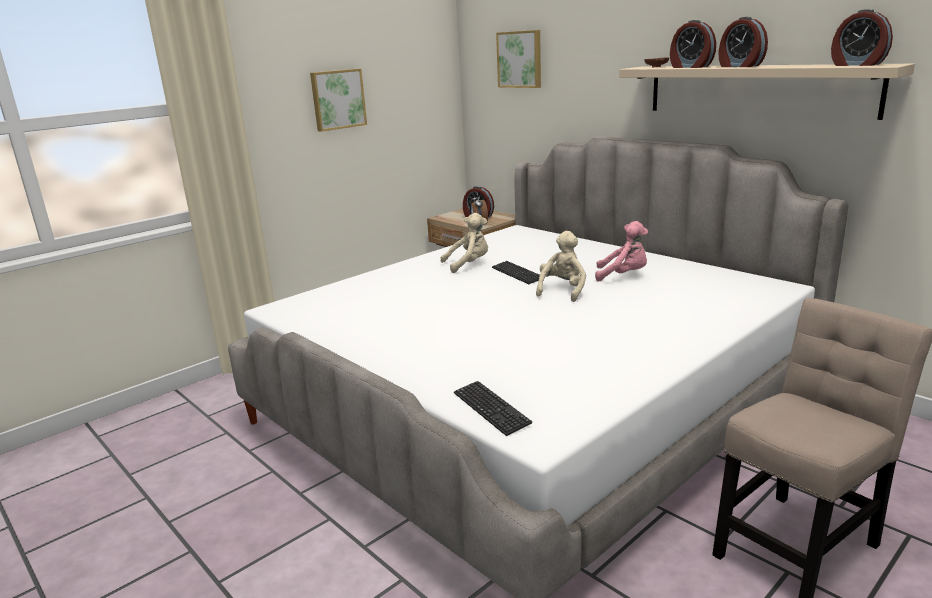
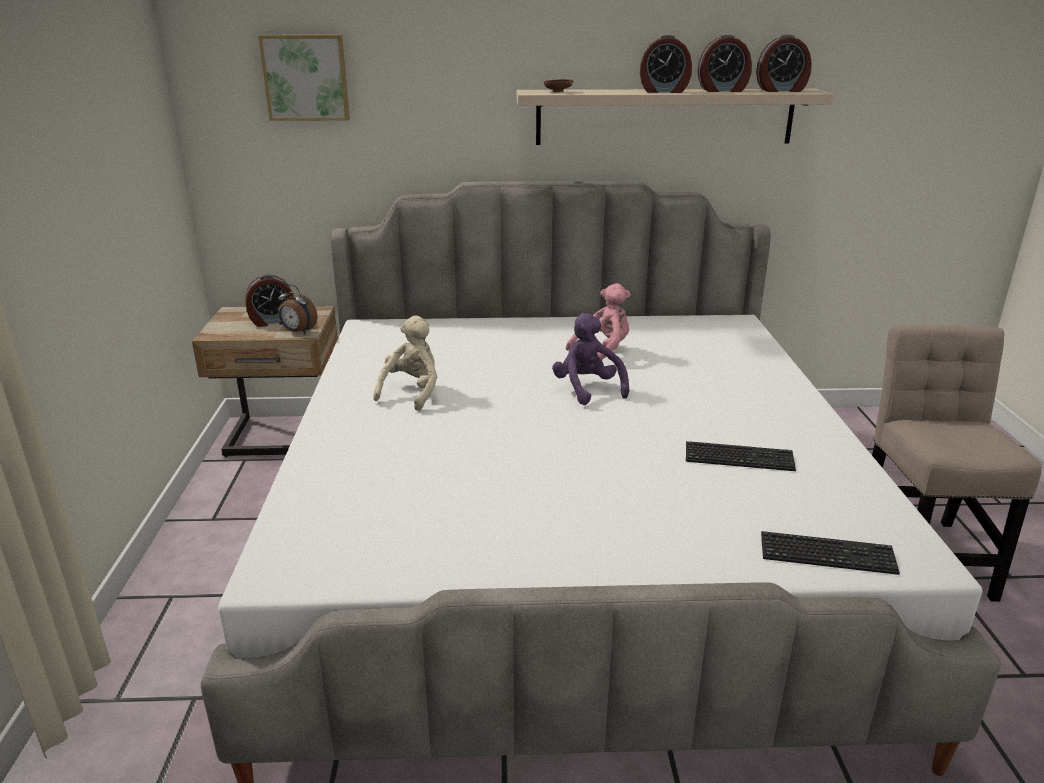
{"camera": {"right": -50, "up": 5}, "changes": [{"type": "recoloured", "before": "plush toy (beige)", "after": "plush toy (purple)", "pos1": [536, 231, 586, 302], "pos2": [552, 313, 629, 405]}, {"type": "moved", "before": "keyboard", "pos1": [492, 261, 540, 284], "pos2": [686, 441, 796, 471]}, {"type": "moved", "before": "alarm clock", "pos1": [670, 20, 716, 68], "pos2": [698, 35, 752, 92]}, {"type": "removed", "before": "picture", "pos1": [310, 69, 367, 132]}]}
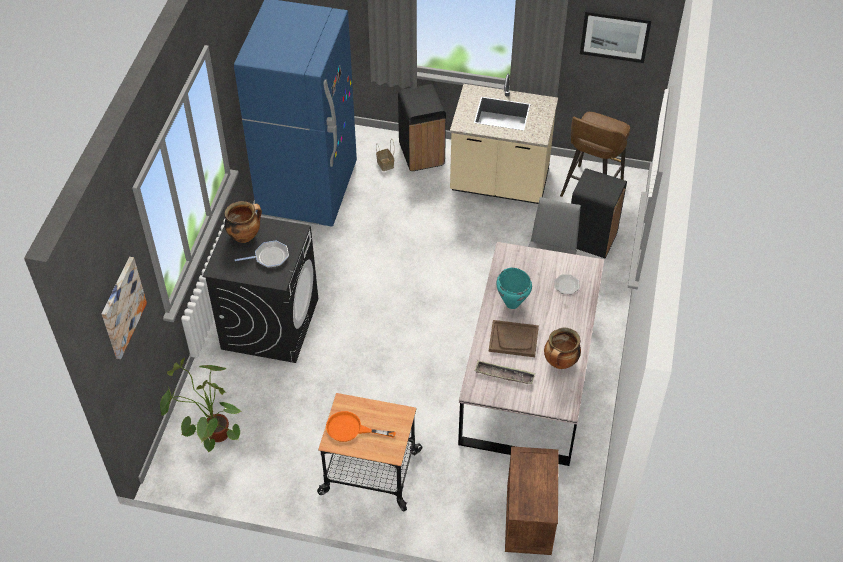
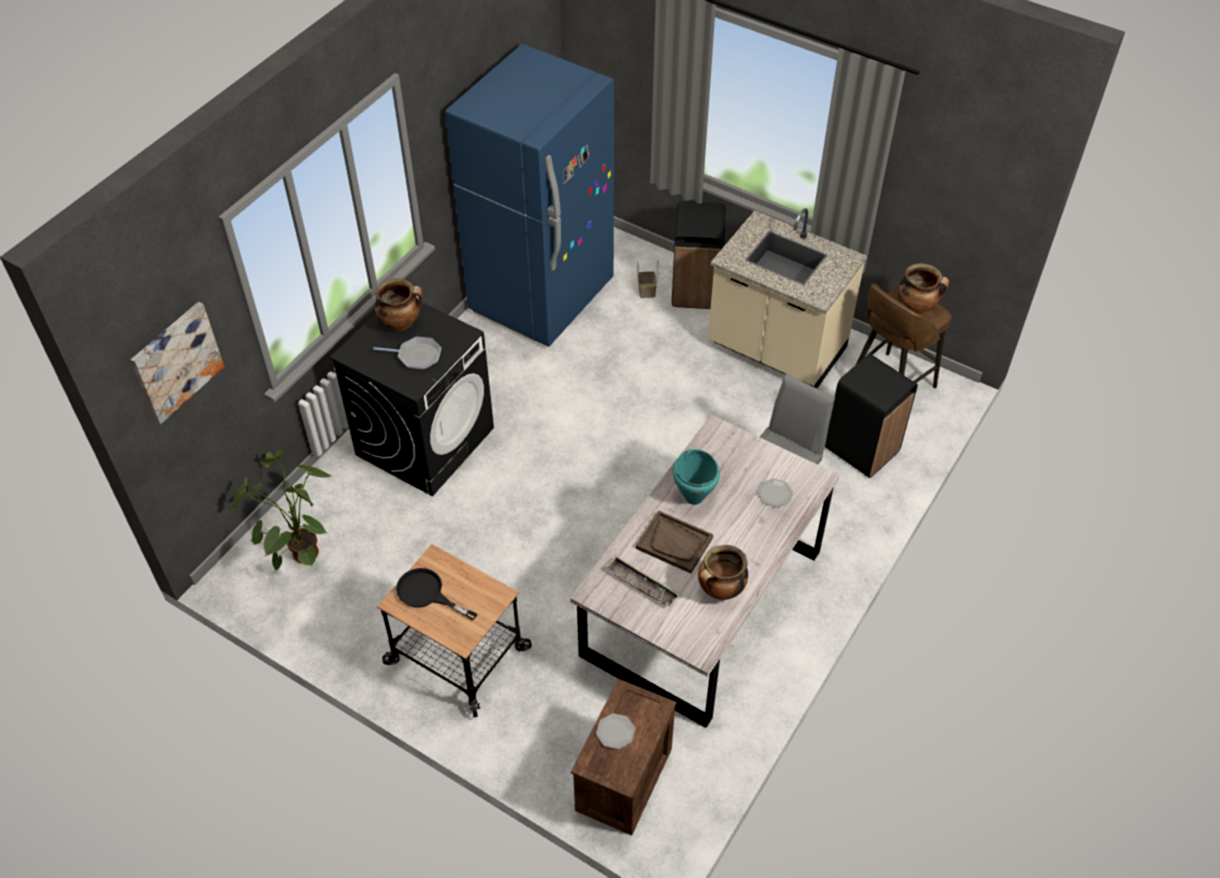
{"camera": {"right": 20, "up": 0}, "changes": [{"type": "recoloured", "before": "frying pan (orange)", "after": "frying pan (black)", "pos1": [326, 411, 396, 442], "pos2": [396, 568, 477, 620]}, {"type": "added", "after": "plate", "pos2": [596, 713, 635, 749]}, {"type": "added", "after": "cooking pot", "pos2": [898, 263, 949, 314]}, {"type": "removed", "before": "picture", "pos1": [580, 10, 652, 63]}]}
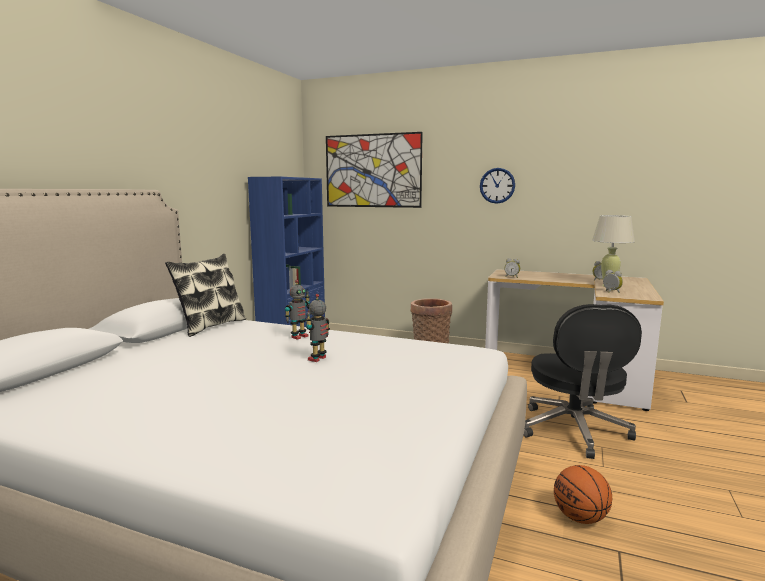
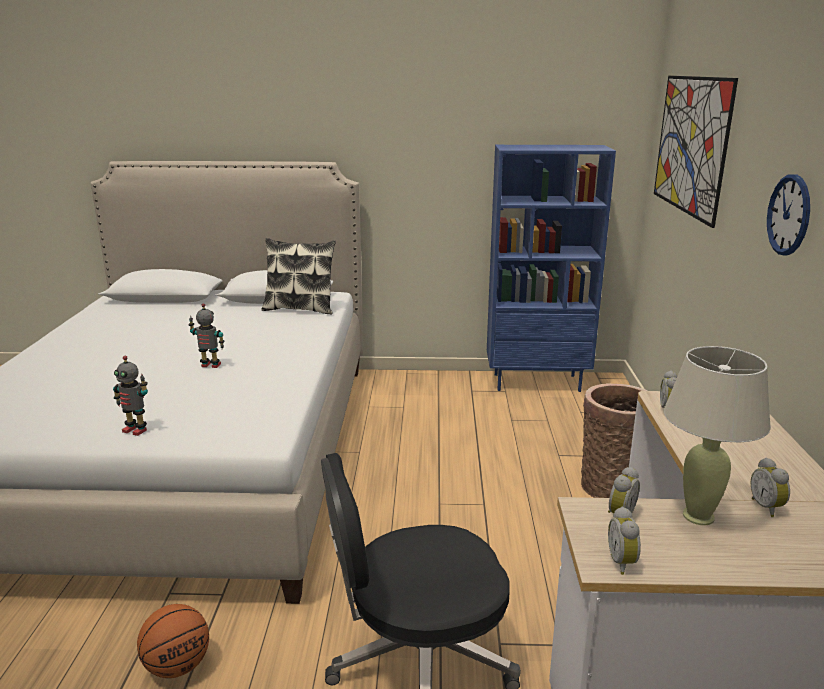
{"camera": {"right": 70, "up": 10}, "changes": [{"type": "moved", "before": "toy robot", "pos1": [285, 280, 310, 340], "pos2": [113, 356, 148, 436]}, {"type": "added", "after": "alarm clock", "pos2": [608, 506, 641, 575]}]}
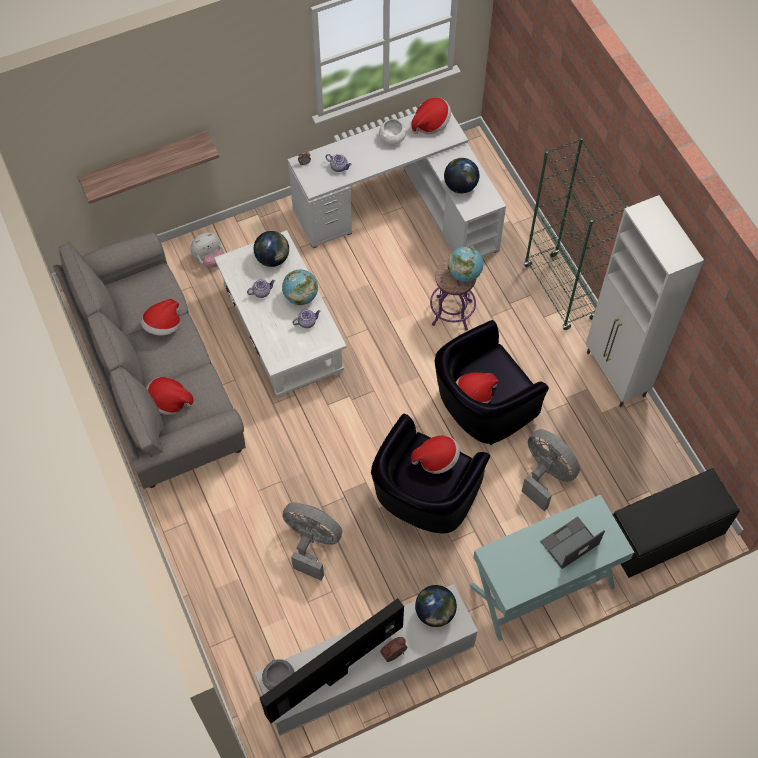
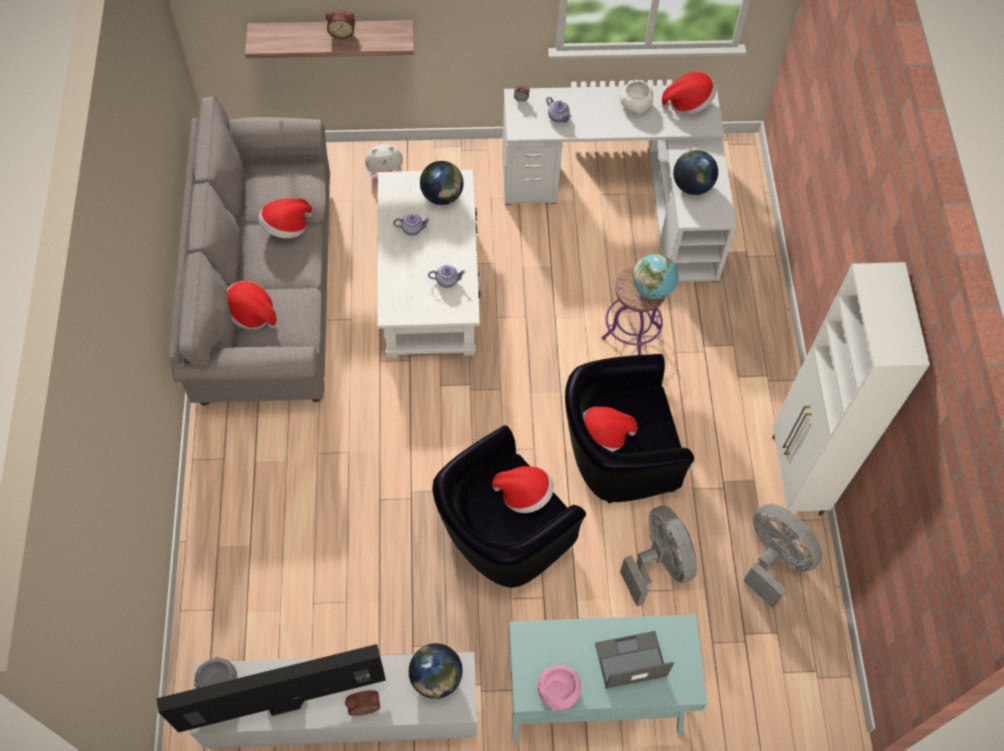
{"camera": {"right": 20, "up": 0}, "changes": [{"type": "added", "after": "alarm clock", "pos2": [326, 10, 355, 39]}, {"type": "added", "after": "bowl (pink)", "pos2": [537, 665, 581, 711]}, {"type": "moved", "before": "fan (grey)", "pos1": [283, 503, 342, 581], "pos2": [743, 504, 822, 608]}, {"type": "removed", "before": "globe", "pos1": [282, 269, 318, 305]}, {"type": "removed", "before": "bookcase (green)", "pos1": [524, 138, 629, 331]}, {"type": "removed", "before": "bench (black)", "pos1": [612, 468, 740, 578]}]}
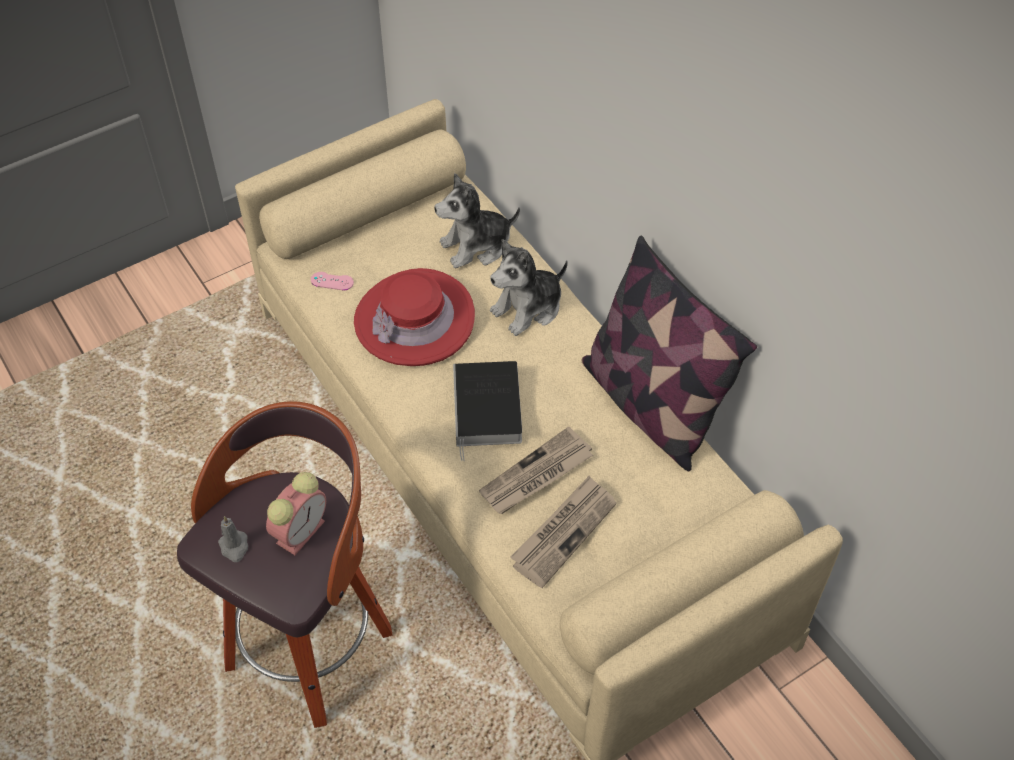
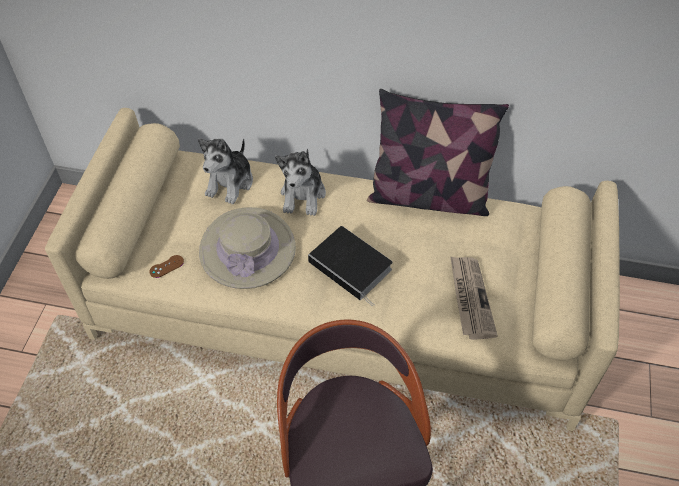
{"camera": {"right": -45, "up": 0}, "changes": [{"type": "recoloured", "before": "game controller (pink)", "after": "game controller (brown)", "pos1": [311, 272, 354, 290], "pos2": [149, 255, 184, 278]}, {"type": "recoloured", "before": "hat (red)", "after": "hat (beige)", "pos1": [354, 268, 475, 366], "pos2": [199, 207, 296, 289]}, {"type": "removed", "before": "candle (grey)", "pos1": [218, 516, 248, 562]}, {"type": "removed", "before": "alarm clock", "pos1": [266, 472, 326, 555]}, {"type": "removed", "before": "newspaper", "pos1": [479, 427, 593, 514]}]}
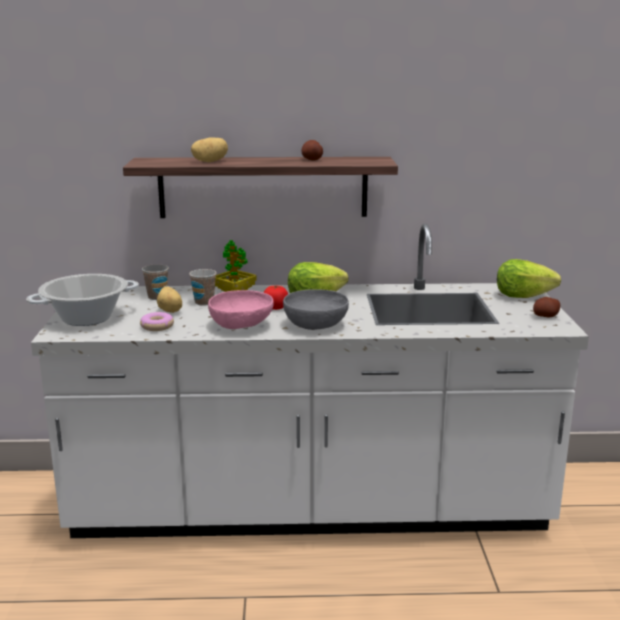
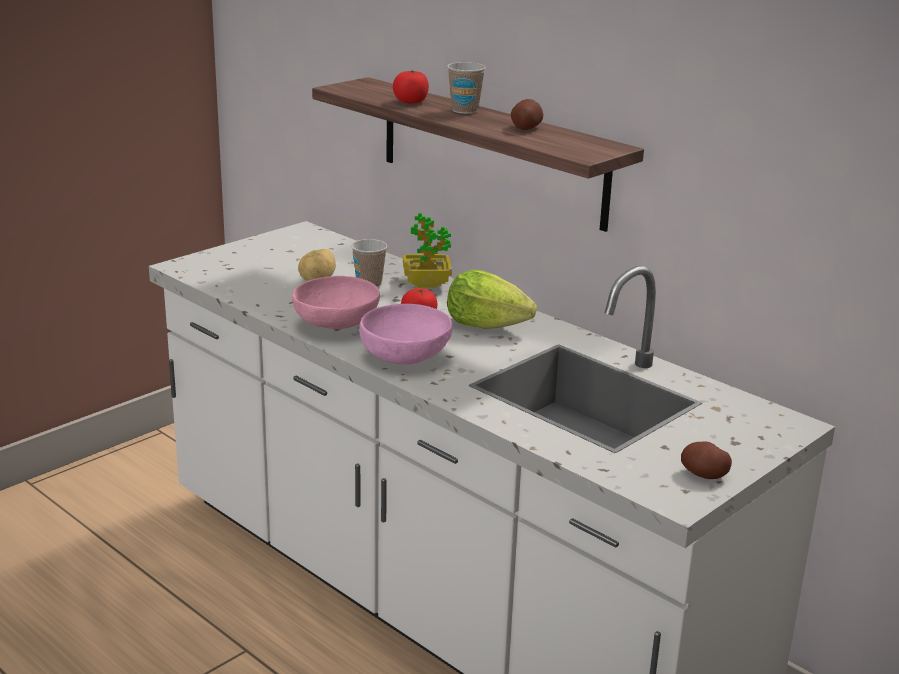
{"camera": {"right": 45, "up": 5}, "changes": [{"type": "recoloured", "before": "bowl (grey)", "after": "bowl (pink)", "pos1": [283, 289, 349, 330], "pos2": [359, 304, 453, 365]}, {"type": "replaced", "before": "potato", "after": "tomato", "pos1": [191, 137, 228, 162], "pos2": [393, 70, 429, 104]}, {"type": "moved", "before": "cup", "pos1": [142, 264, 169, 300], "pos2": [447, 62, 486, 114]}, {"type": "removed", "before": "cooking pot", "pos1": [26, 274, 139, 326]}, {"type": "removed", "before": "donut", "pos1": [140, 312, 174, 331]}, {"type": "removed", "before": "lettuce", "pos1": [497, 259, 561, 298]}]}
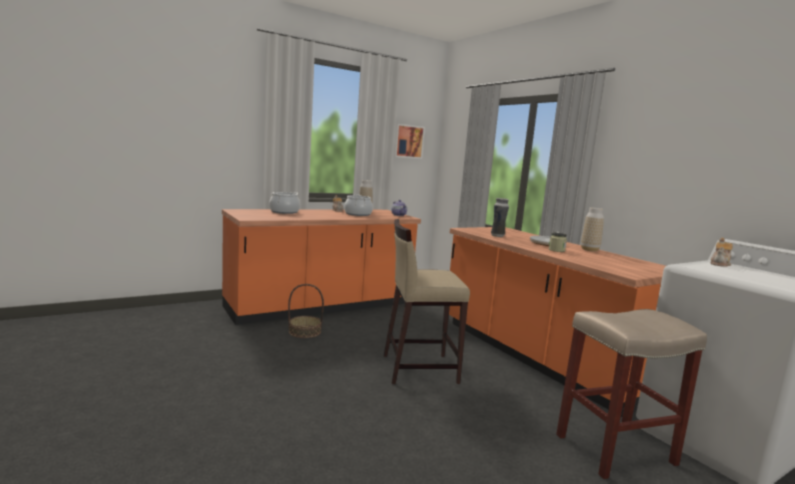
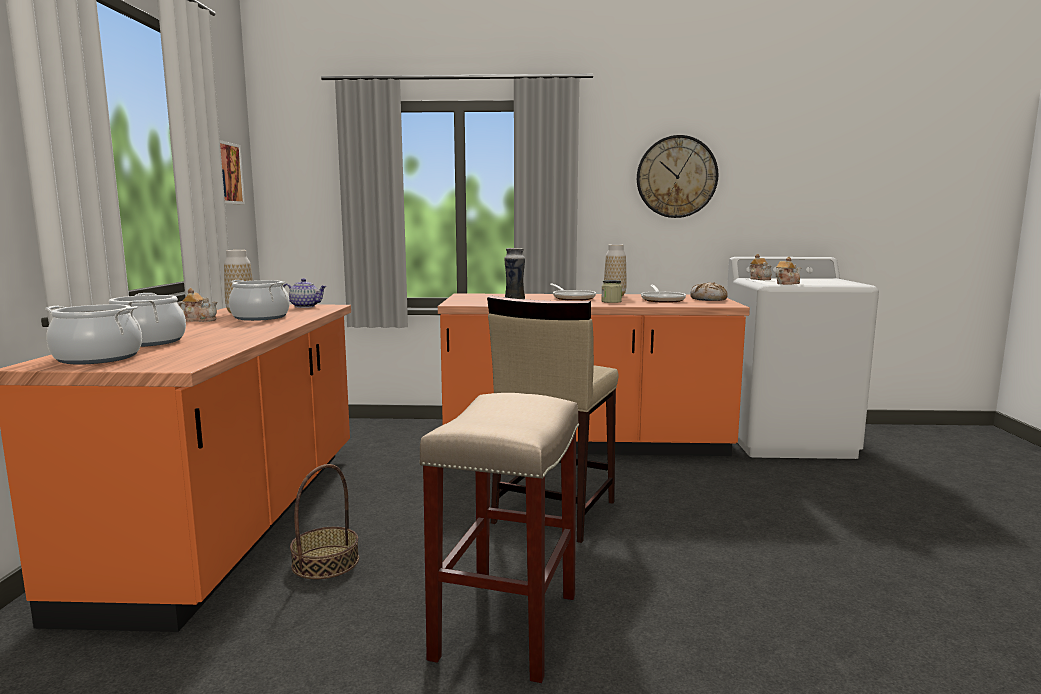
{"camera": {"right": -55, "up": 0}, "changes": [{"type": "added", "after": "cooking pot", "pos2": [45, 304, 142, 365]}, {"type": "moved", "before": "stool (beige)", "pos1": [556, 309, 707, 479], "pos2": [419, 393, 579, 683]}, {"type": "added", "after": "wall clock", "pos2": [637, 135, 718, 218]}, {"type": "added", "after": "frying pan", "pos2": [641, 285, 686, 303]}, {"type": "added", "after": "bread", "pos2": [691, 282, 728, 301]}, {"type": "added", "after": "teapot", "pos2": [775, 257, 801, 285]}]}
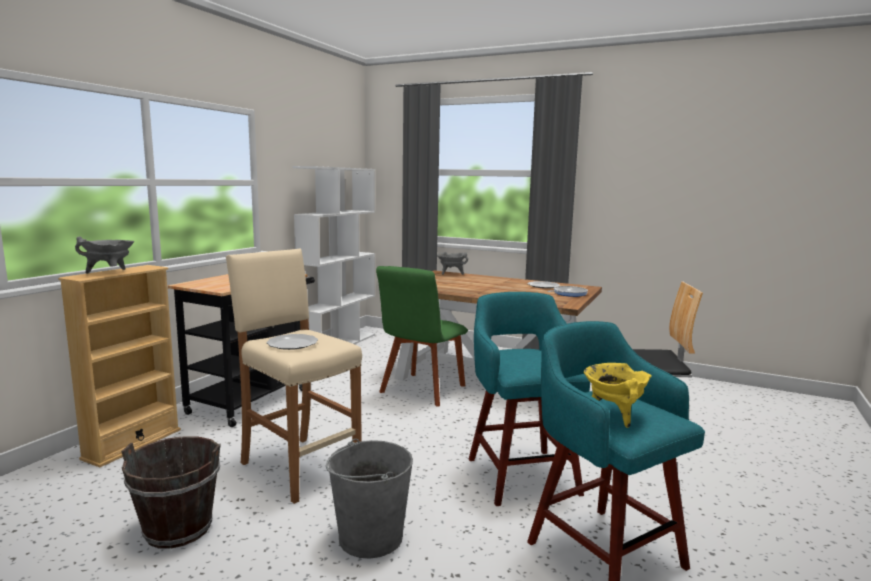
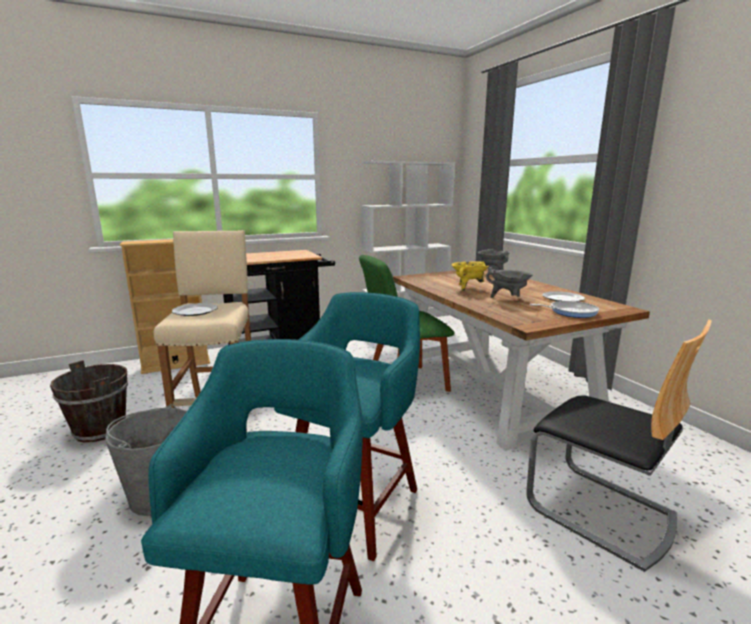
{"camera": {"right": 40, "up": 5}, "changes": [{"type": "moved", "before": "cooking pot (yellow)", "pos1": [584, 363, 652, 428], "pos2": [452, 262, 489, 291]}, {"type": "moved", "before": "cooking pot (grey)", "pos1": [75, 236, 135, 274], "pos2": [486, 267, 533, 298]}]}
